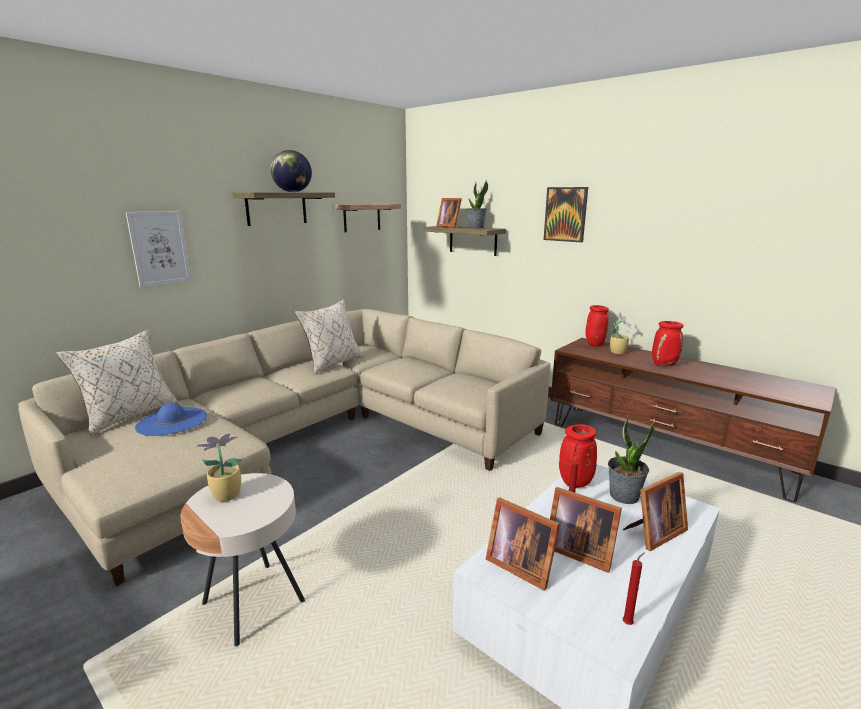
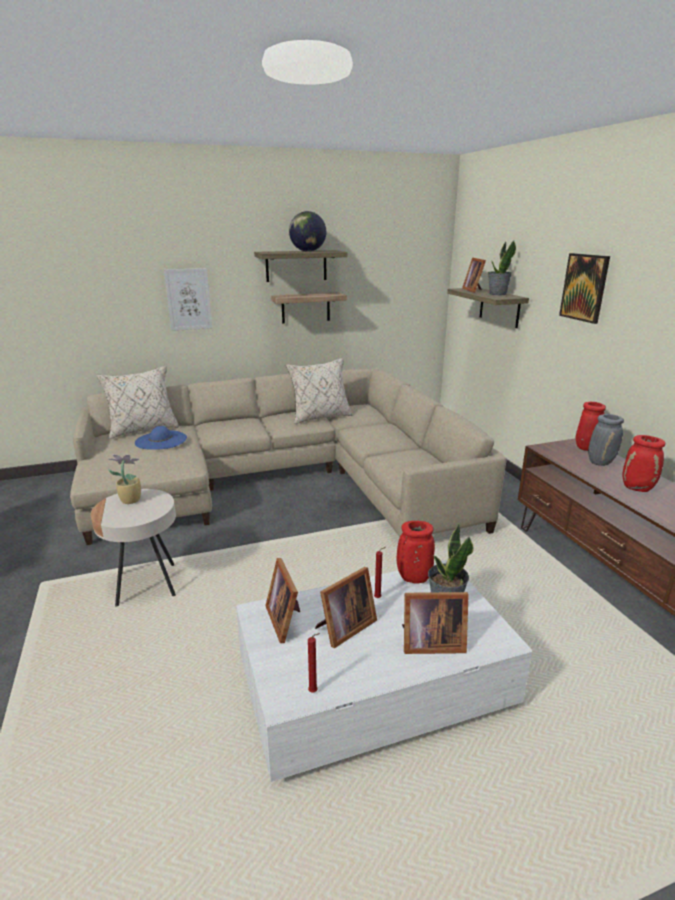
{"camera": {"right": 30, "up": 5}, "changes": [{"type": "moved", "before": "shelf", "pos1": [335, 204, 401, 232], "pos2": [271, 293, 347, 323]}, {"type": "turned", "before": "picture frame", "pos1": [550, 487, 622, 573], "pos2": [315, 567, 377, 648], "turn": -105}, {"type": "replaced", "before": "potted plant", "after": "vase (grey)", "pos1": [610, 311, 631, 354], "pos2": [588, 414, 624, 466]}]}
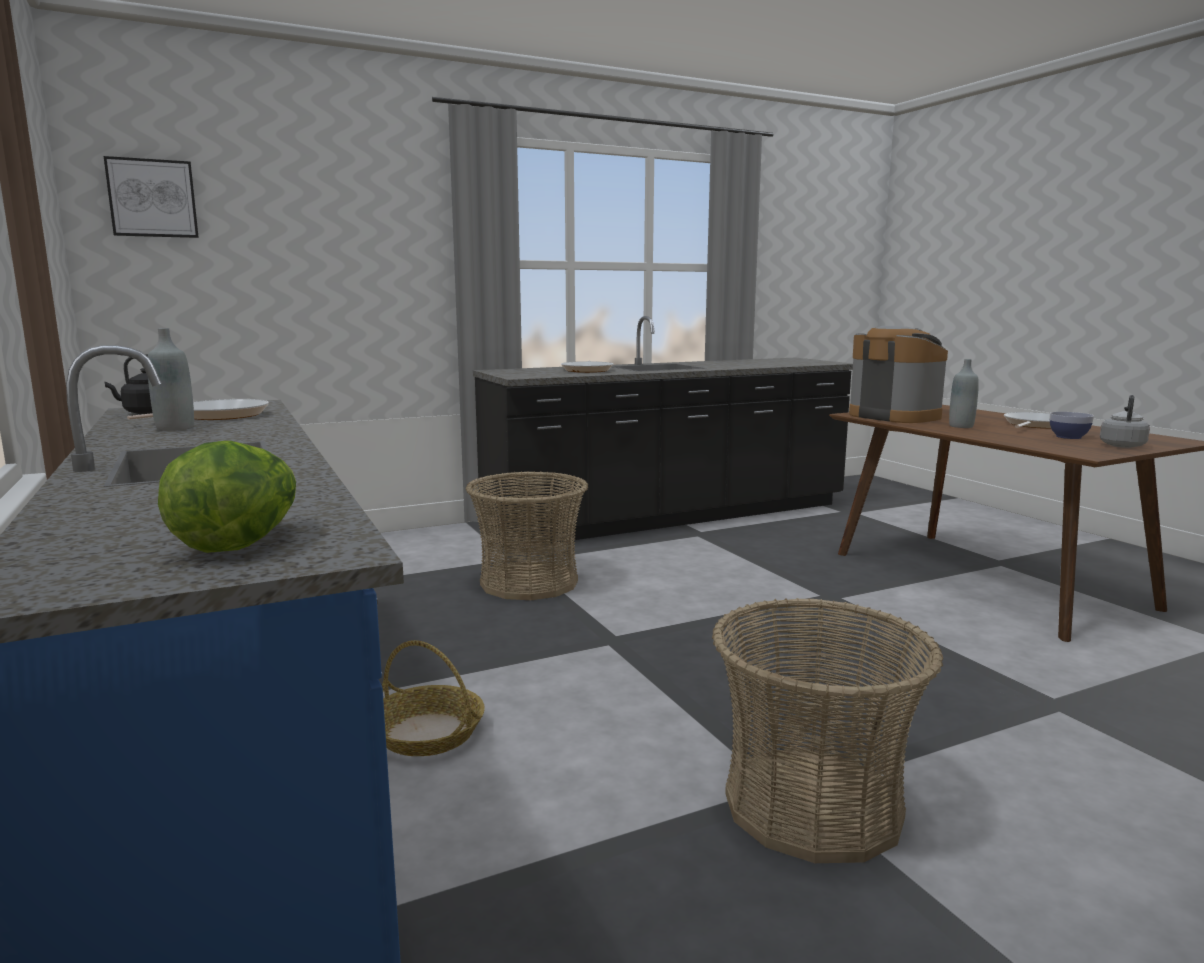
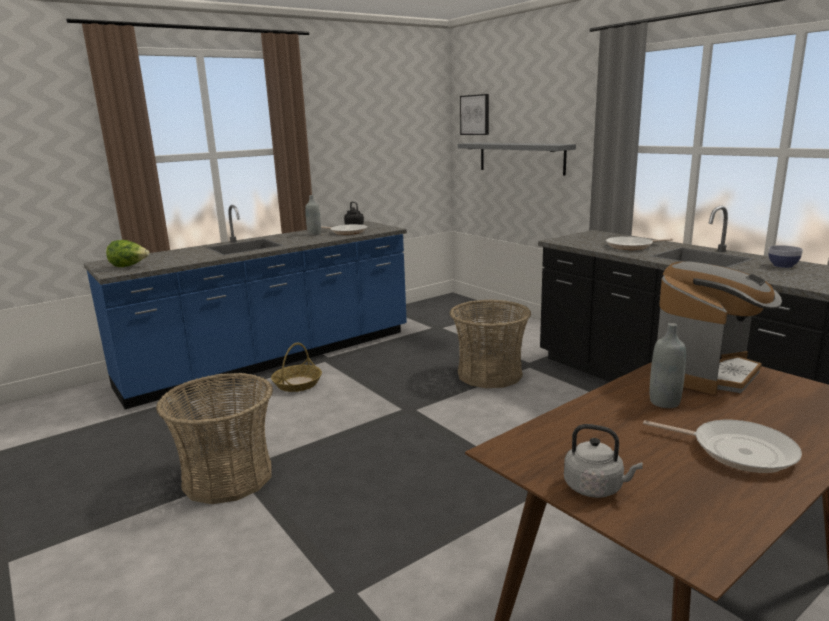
{"camera": {"right": 80, "up": 5}, "changes": [{"type": "added", "after": "shelf (grey)", "pos2": [458, 143, 576, 176]}, {"type": "moved", "before": "bowl", "pos1": [1049, 412, 1094, 439], "pos2": [768, 245, 803, 268]}]}
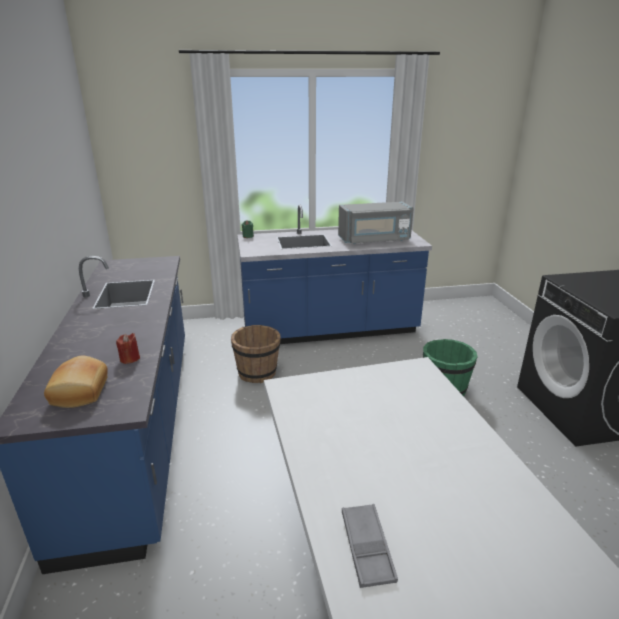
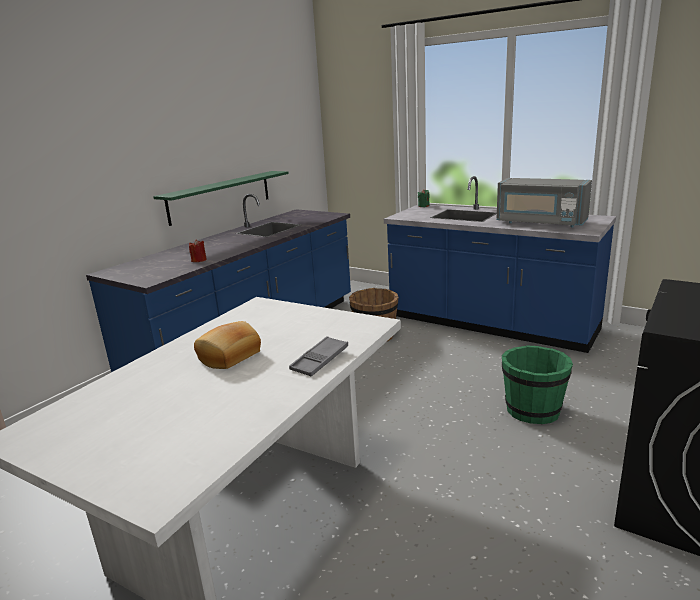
{"camera": {"right": 45, "up": -5}, "changes": [{"type": "added", "after": "shelf (green)", "pos2": [153, 171, 289, 226]}, {"type": "moved", "before": "bread", "pos1": [44, 356, 108, 408], "pos2": [194, 321, 261, 369]}, {"type": "moved", "before": "tray (grey)", "pos1": [342, 504, 398, 588], "pos2": [289, 336, 348, 376]}]}
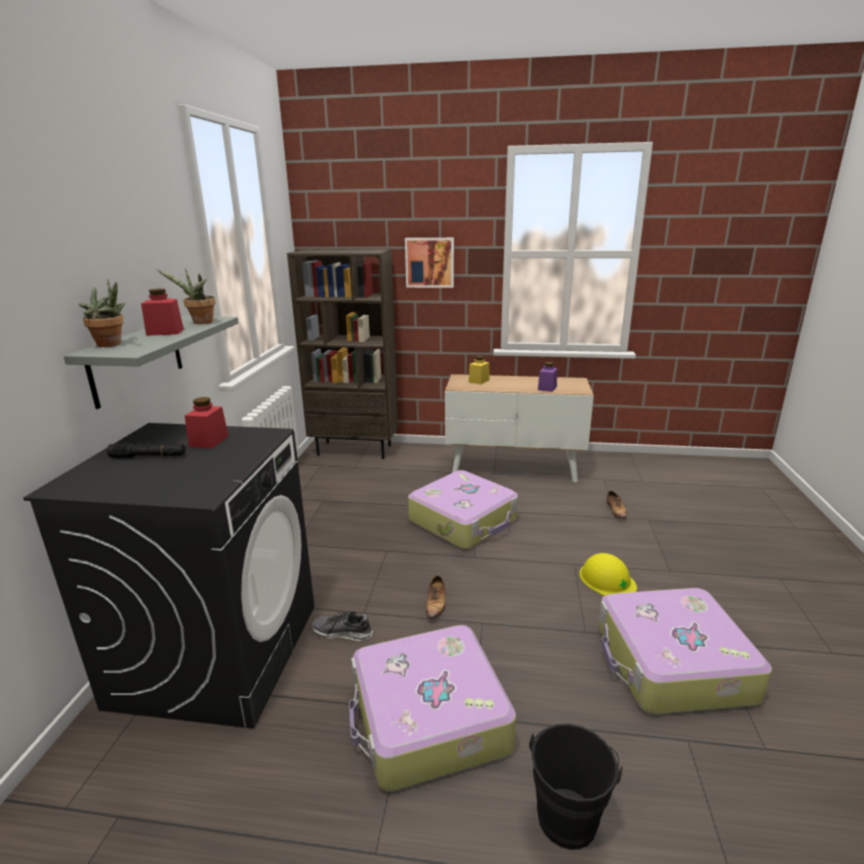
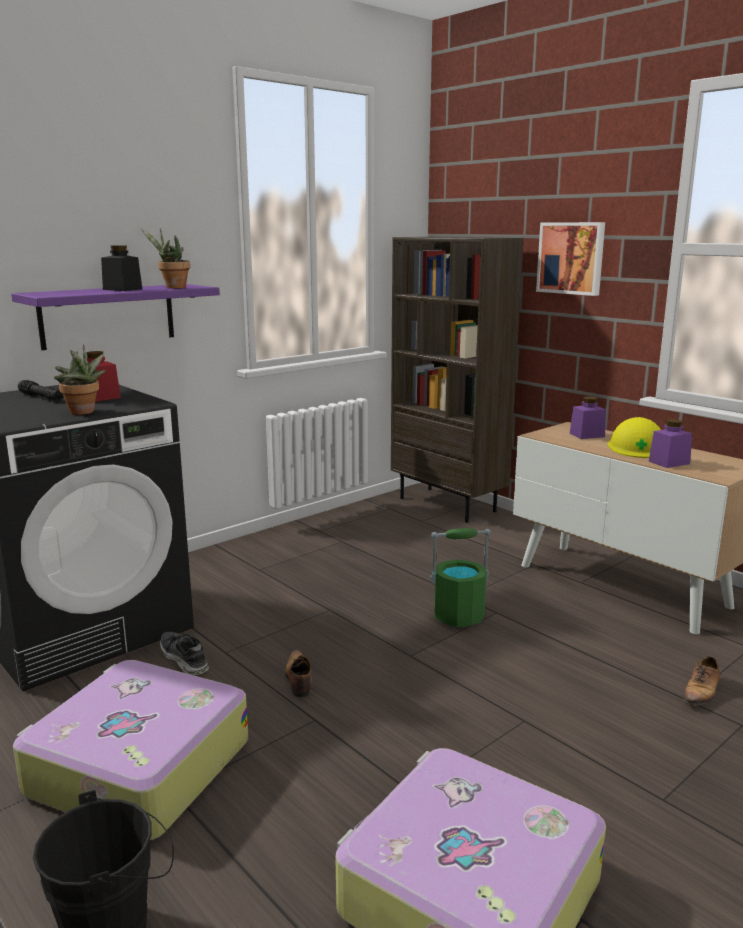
{"camera": {"right": 40, "up": -5}, "changes": [{"type": "recoloured", "before": "shelf (grey)", "after": "shelf (purple)", "pos1": [63, 316, 239, 409], "pos2": [11, 284, 220, 350]}, {"type": "moved", "before": "potted plant", "pos1": [79, 279, 126, 347], "pos2": [54, 344, 106, 415]}, {"type": "recoloured", "before": "jar (red)", "after": "jar (black)", "pos1": [141, 289, 184, 336], "pos2": [101, 245, 143, 291]}, {"type": "turned", "before": "shoe", "pos1": [426, 576, 445, 620], "pos2": [285, 650, 312, 697], "turn": 120}, {"type": "replaced", "before": "suitcase", "after": "bucket (green)", "pos1": [408, 470, 518, 549], "pos2": [430, 528, 491, 627]}, {"type": "recoloured", "before": "jar (yellow)", "after": "jar (purple)", "pos1": [469, 356, 490, 384], "pos2": [570, 397, 606, 439]}, {"type": "moved", "before": "hard hat (yellow)", "pos1": [580, 553, 637, 596], "pos2": [607, 417, 661, 458]}]}
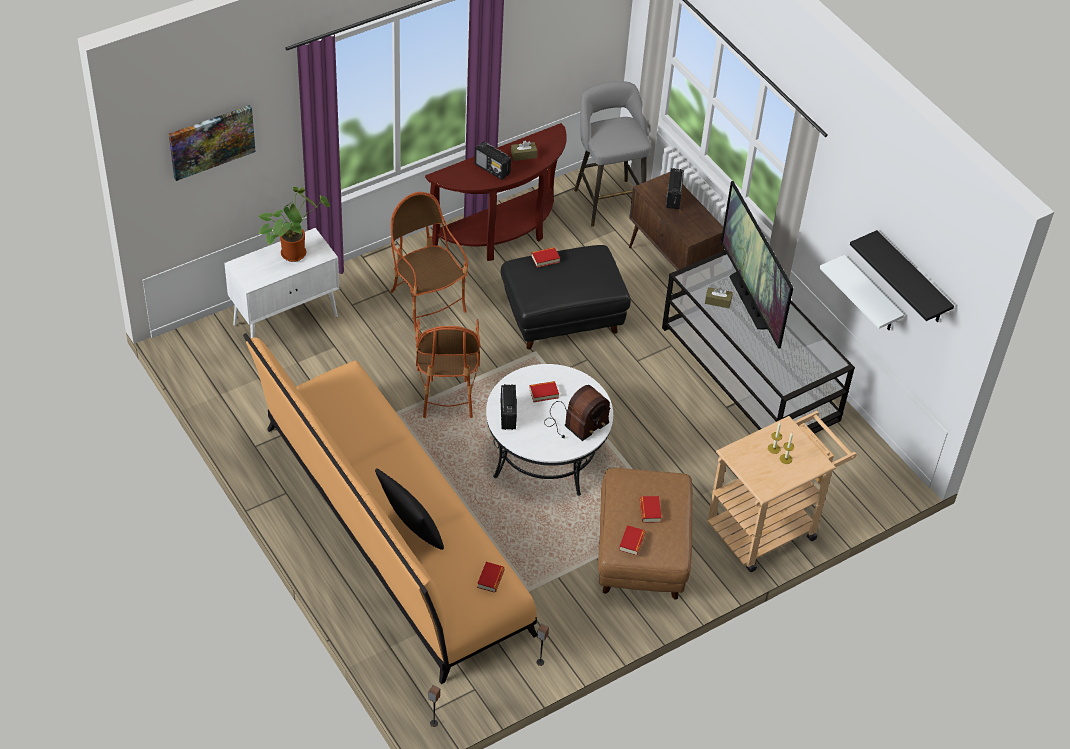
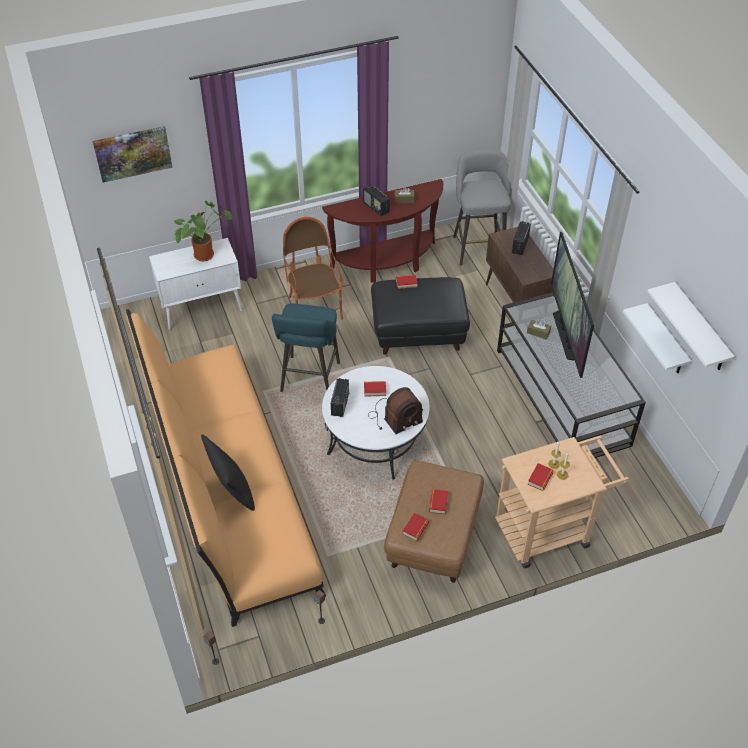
{"camera": {"right": 15, "up": 0}, "changes": [{"type": "replaced", "before": "armchair", "after": "stool (turquoise)", "pos1": [415, 319, 481, 418], "pos2": [272, 303, 340, 392]}, {"type": "moved", "before": "book", "pos1": [477, 562, 505, 593], "pos2": [527, 463, 554, 491]}, {"type": "recoloured", "before": "shelf (black)", "after": "shelf (white)", "pos1": [850, 230, 954, 322], "pos2": [648, 282, 735, 370]}]}
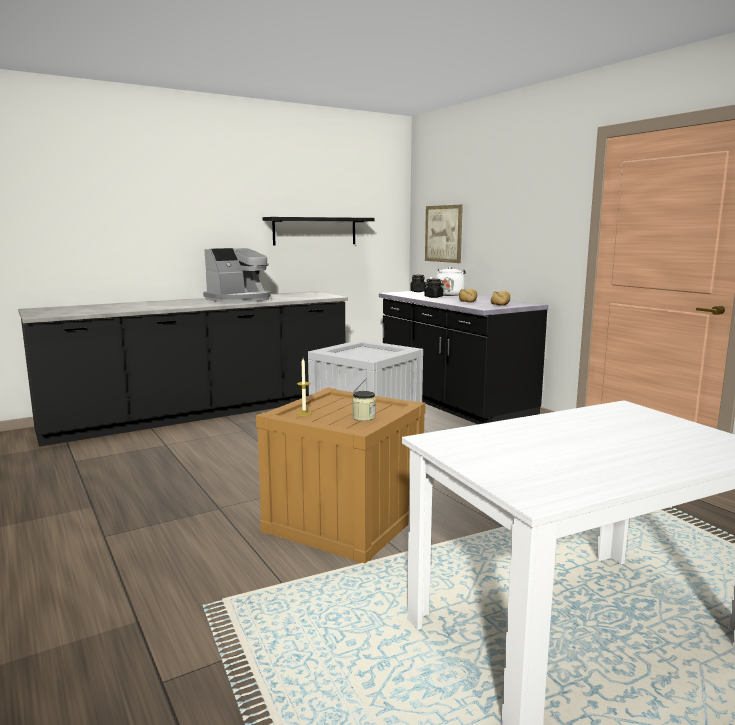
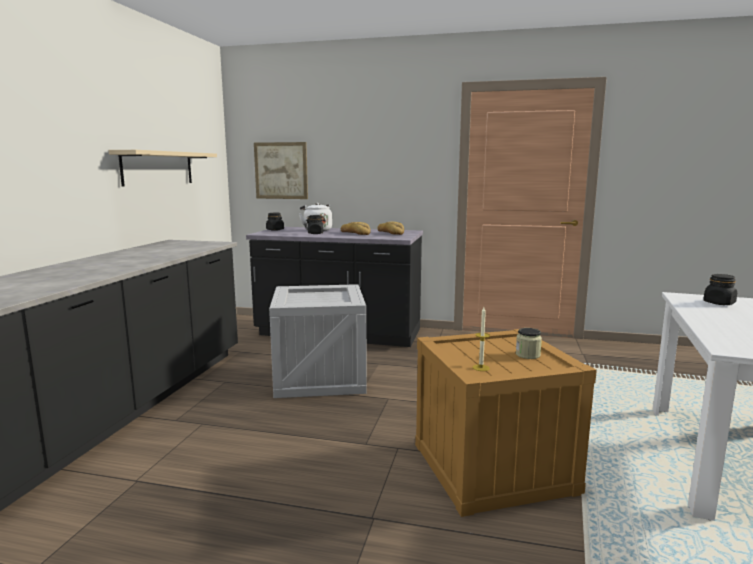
{"camera": {"right": -45, "up": 0}, "changes": [{"type": "recoloured", "before": "shelf (black)", "after": "shelf (beige)", "pos1": [262, 217, 374, 245], "pos2": [108, 150, 217, 186]}, {"type": "added", "after": "jar (black)", "pos2": [703, 274, 737, 305]}, {"type": "removed", "before": "coffee machine", "pos1": [203, 248, 271, 303]}]}
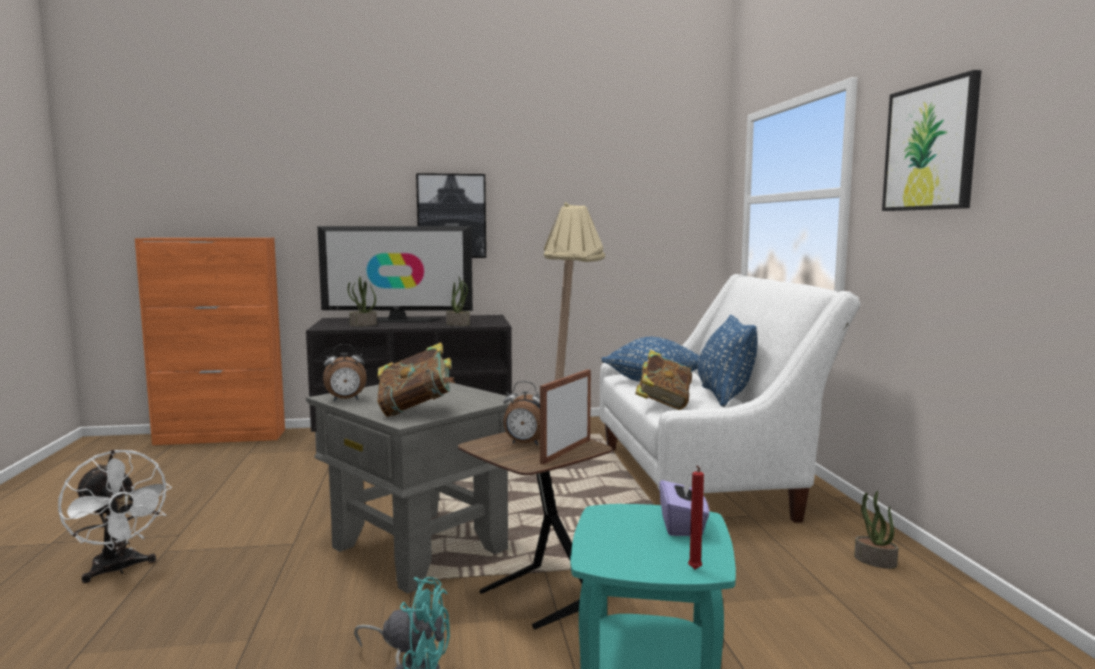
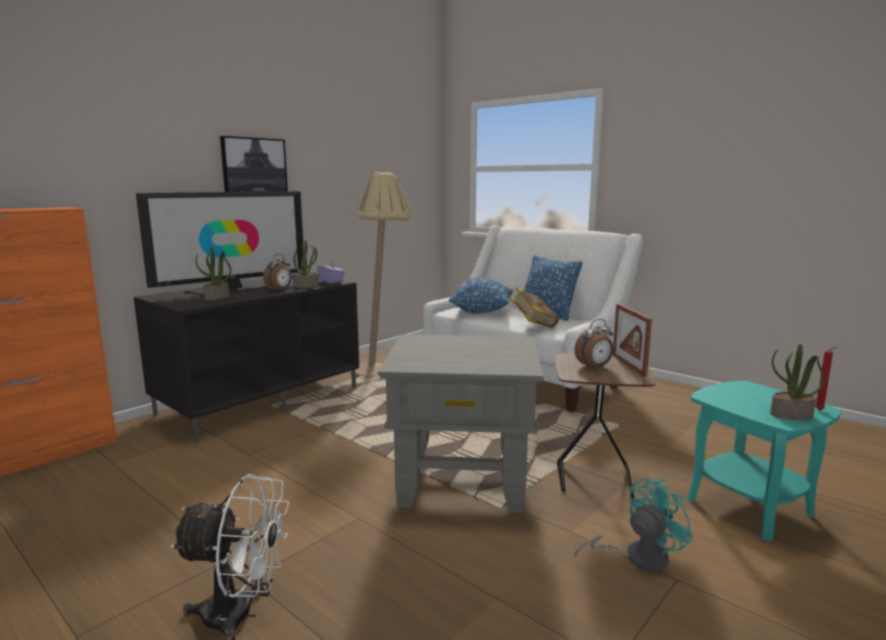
{"camera": {"right": -40, "up": 5}, "changes": [{"type": "moved", "before": "alarm clock", "pos1": [323, 344, 367, 401], "pos2": [263, 254, 292, 292]}, {"type": "moved", "before": "tissue box (purple)", "pos1": [659, 473, 709, 536], "pos2": [317, 259, 345, 283]}, {"type": "moved", "before": "potted plant", "pos1": [854, 491, 898, 569], "pos2": [770, 344, 825, 420]}, {"type": "removed", "before": "book", "pos1": [377, 342, 455, 417]}, {"type": "removed", "before": "picture", "pos1": [882, 70, 981, 211]}]}
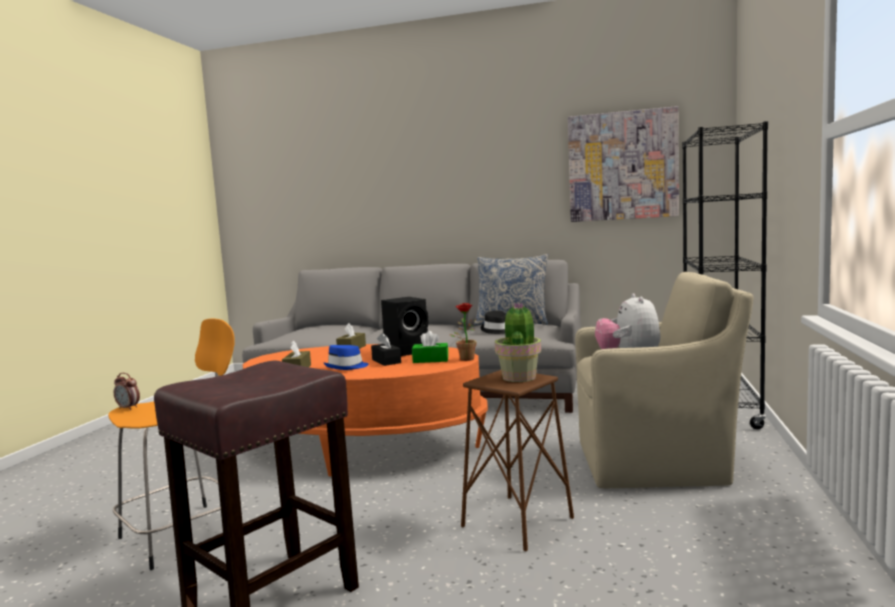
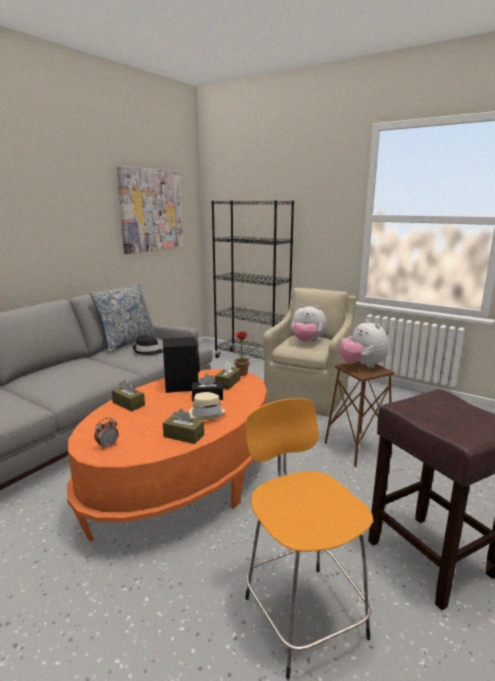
{"camera": {"right": -70, "up": 10}, "changes": [{"type": "moved", "before": "alarm clock", "pos1": [114, 373, 140, 410], "pos2": [94, 417, 119, 450]}, {"type": "recoloured", "before": "hat (blue)", "after": "hat (beige)", "pos1": [323, 345, 368, 370], "pos2": [188, 392, 226, 420]}, {"type": "recoloured", "before": "tissue box (green)", "after": "tissue box (brown)", "pos1": [412, 331, 448, 363], "pos2": [215, 361, 240, 390]}, {"type": "replaced", "before": "potted plant", "after": "plush toy", "pos1": [495, 302, 541, 382], "pos2": [339, 319, 389, 368]}]}
